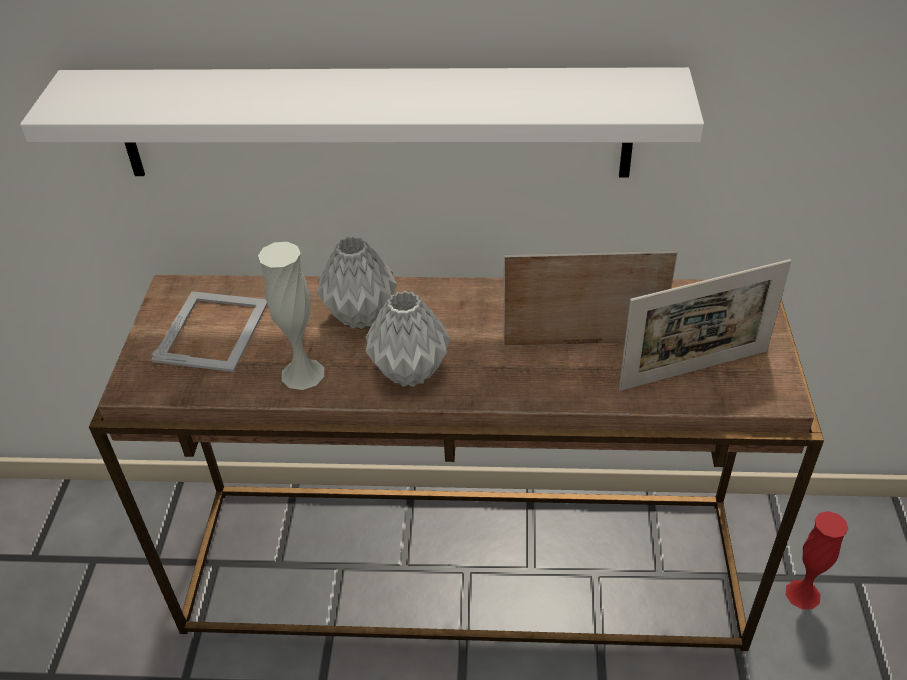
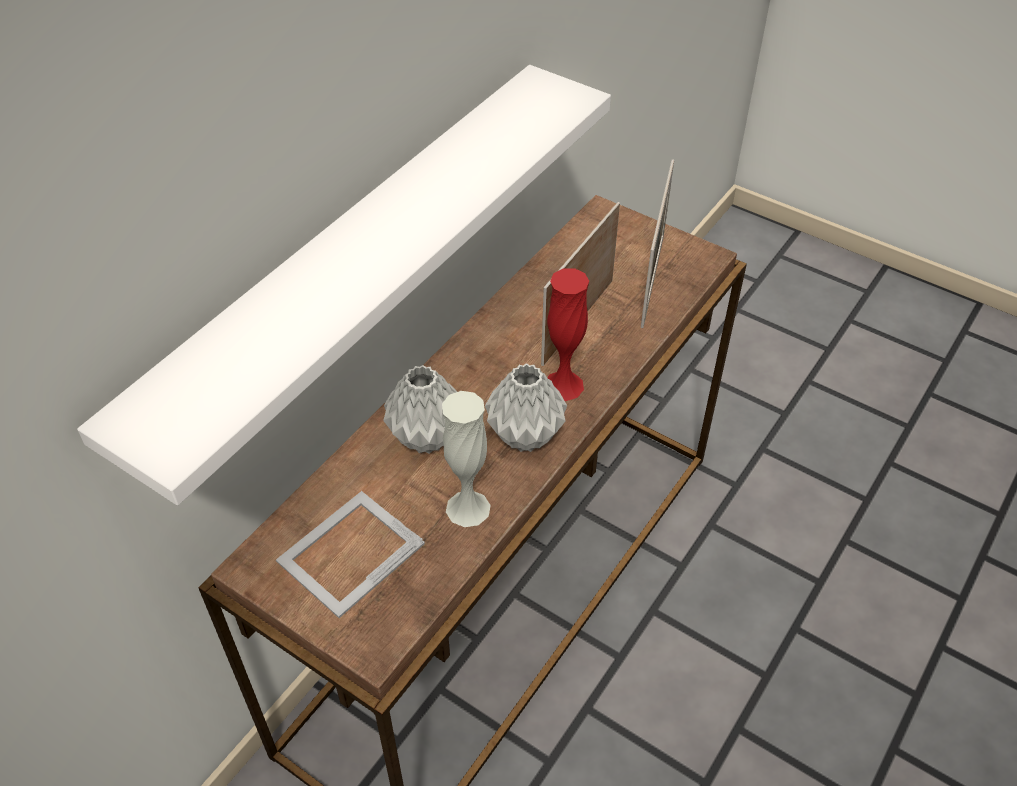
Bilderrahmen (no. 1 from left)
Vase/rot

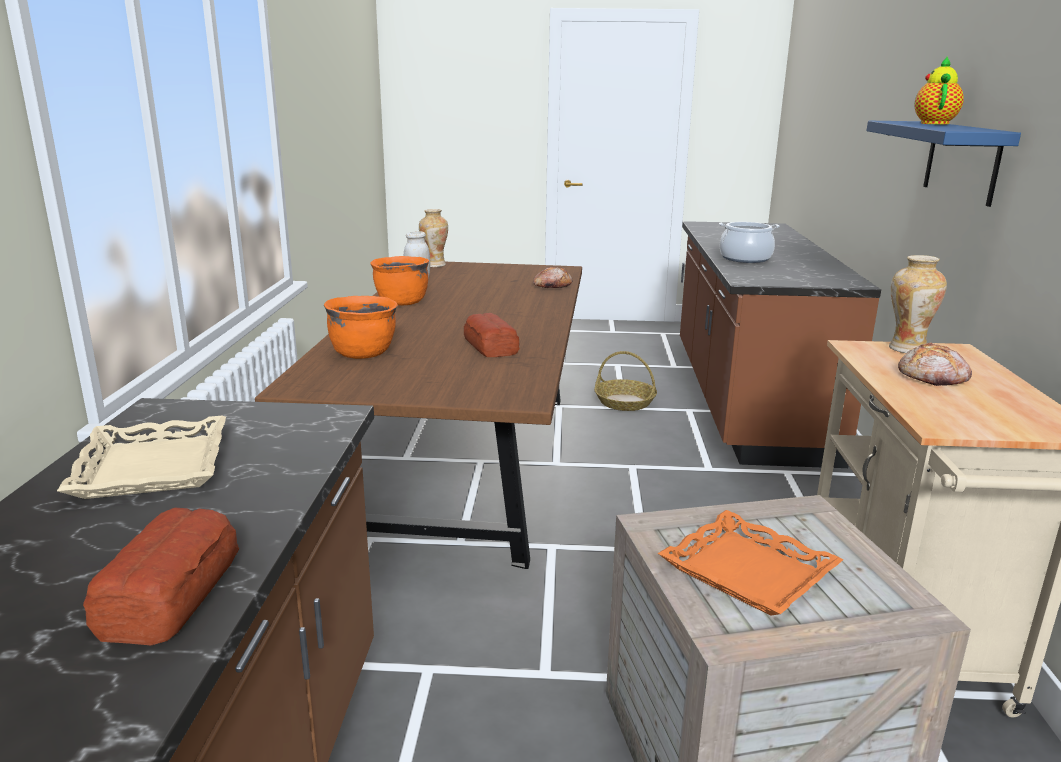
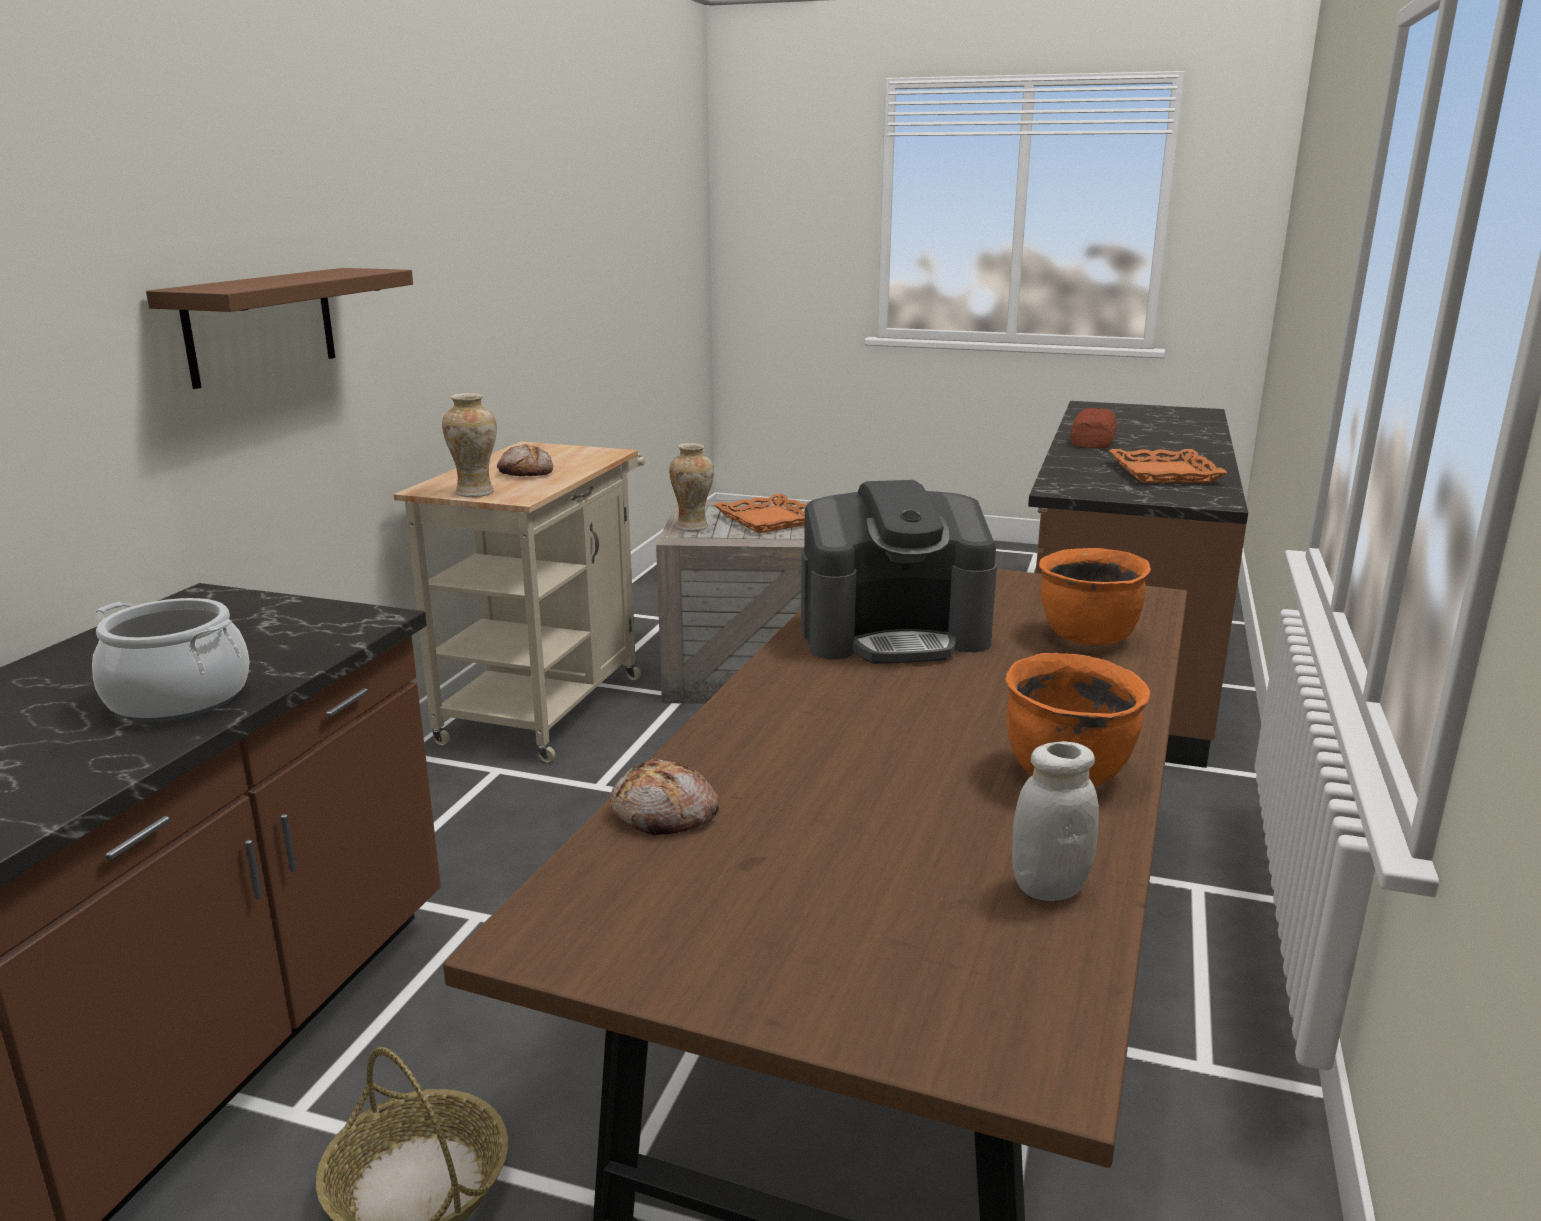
Teekanne
Wandregal/braun
Vase (no. 2 from left)
Kaffeemaschine
Tablett/orange (no. 2 from left)

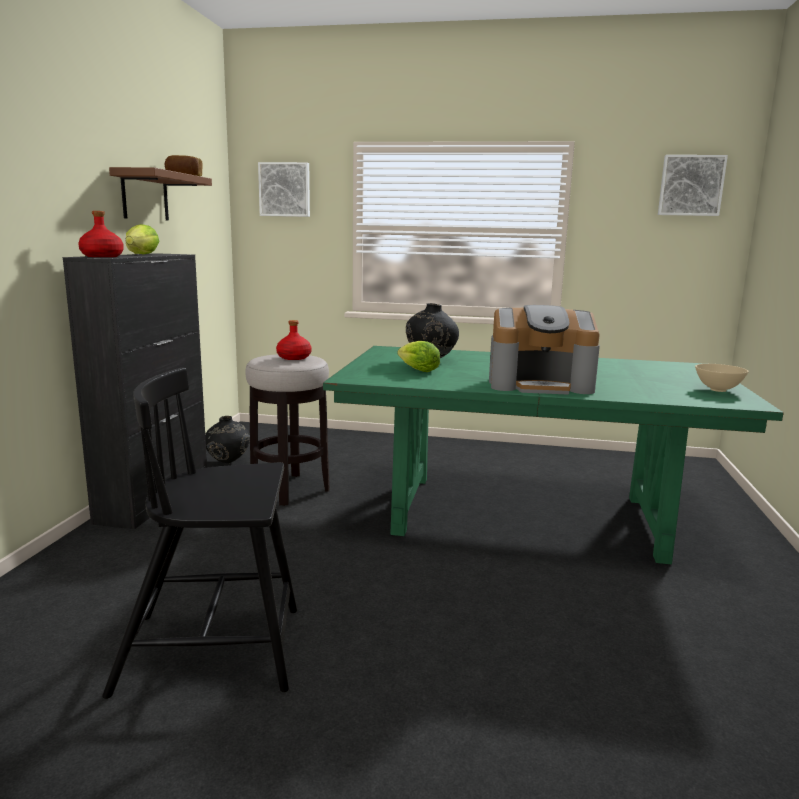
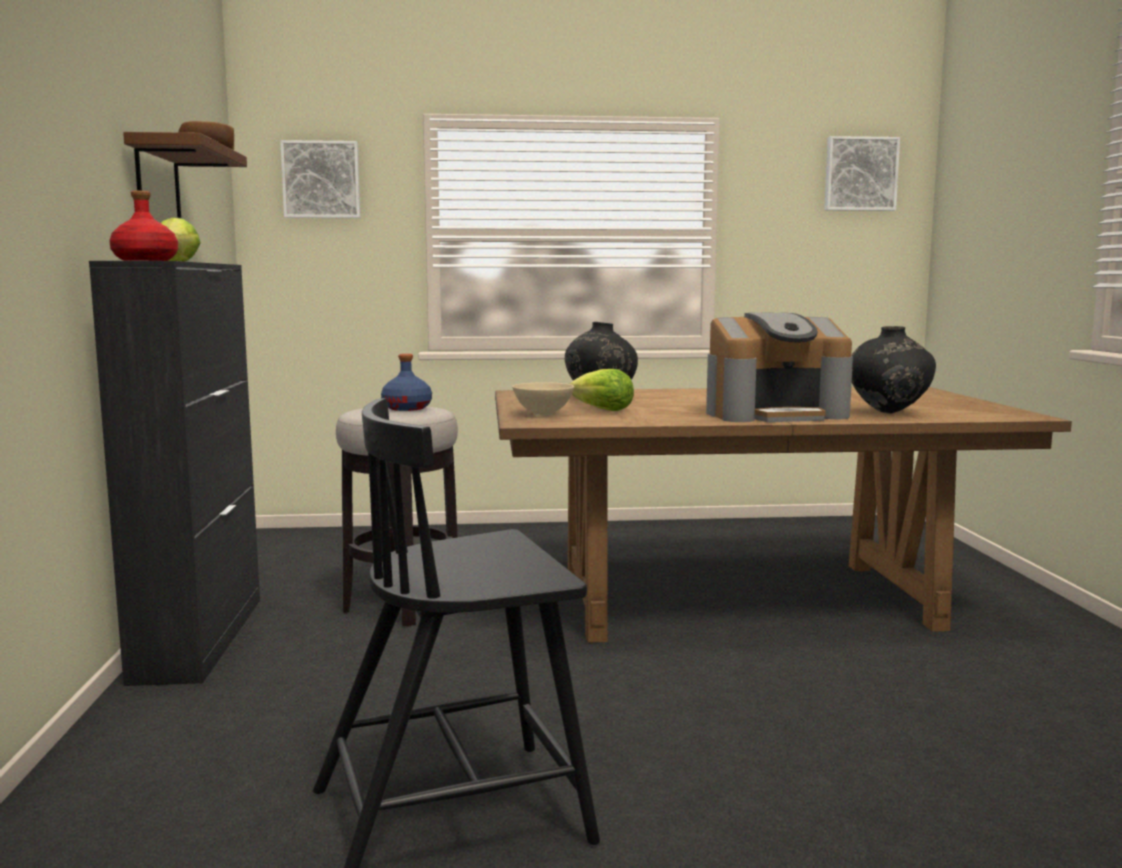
Flasche/blau
Esstisch/braun
Schüssel/beige
Vase/schwarz (no. 2 from left)

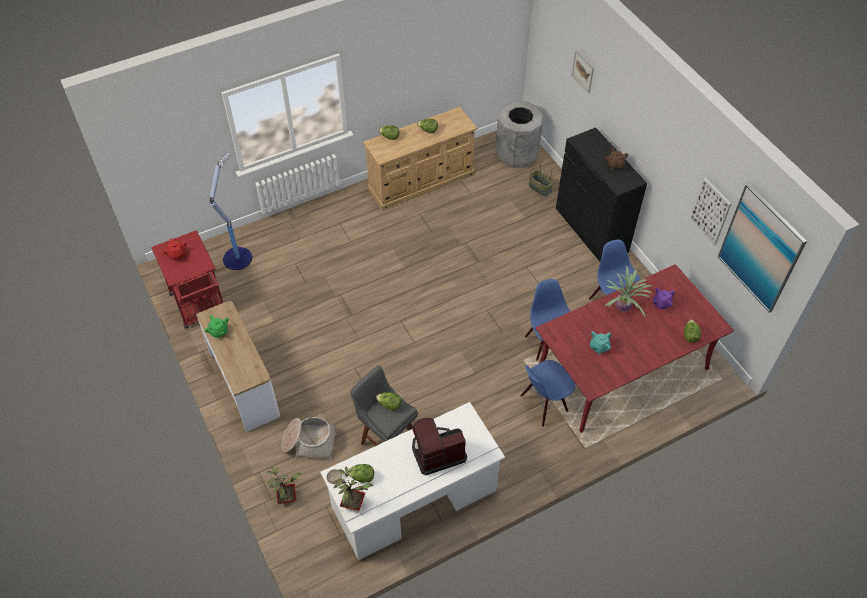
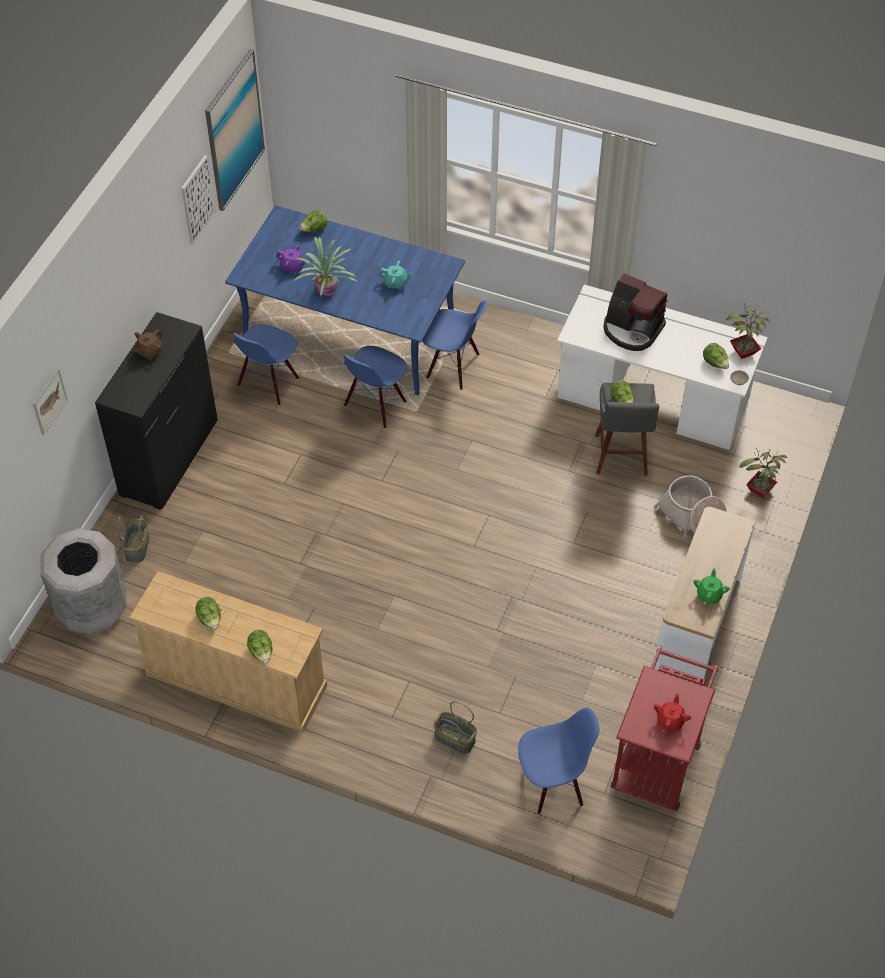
Stuhl/blau (no. 4 from left)
Esstisch/blau
Korb (no. 2 from left)

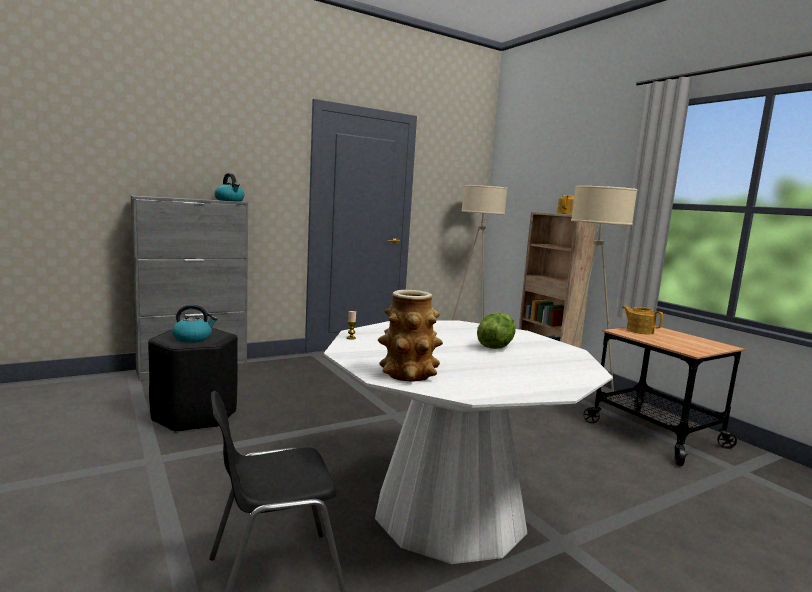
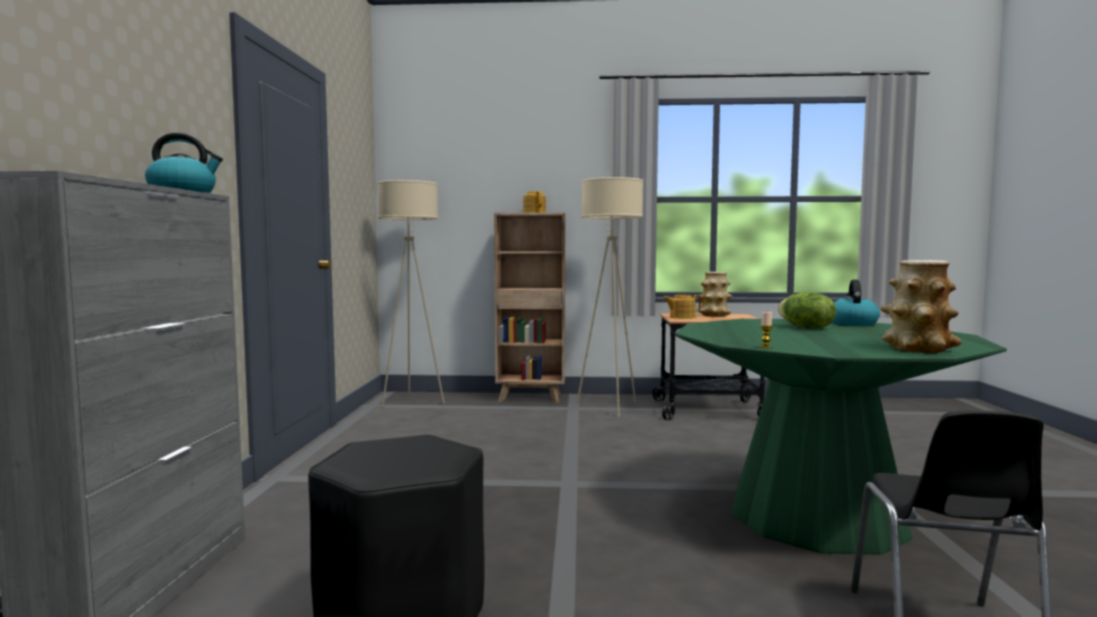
Wasserkessel (no. 2 from left)
Esstisch/grün
Vase (no. 1 from left)

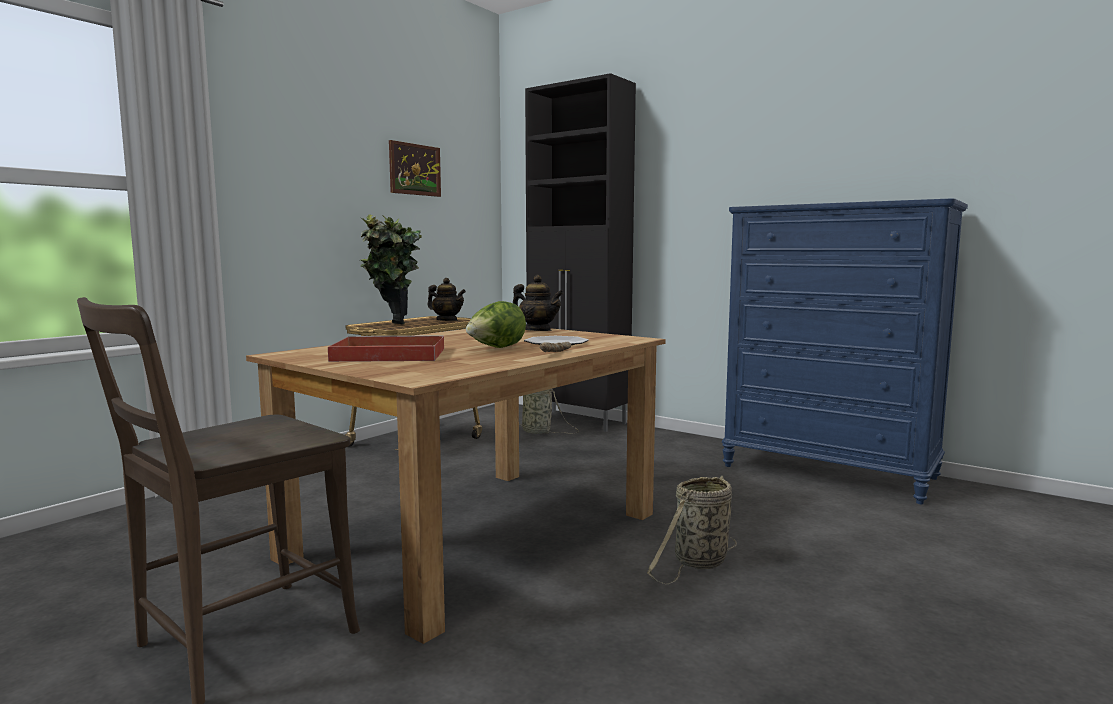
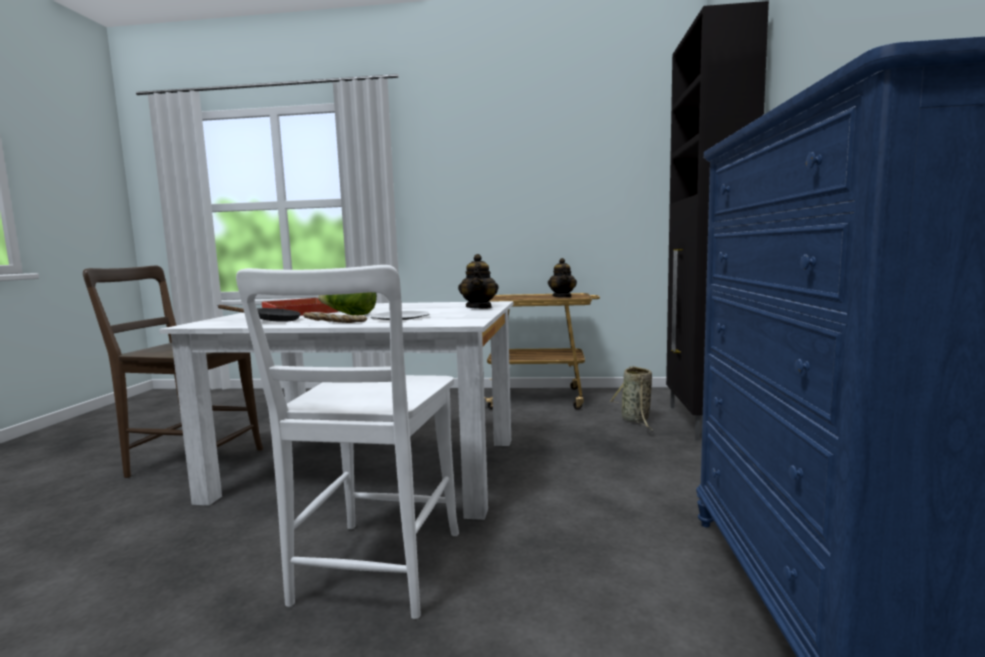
Bild
Topfpflanze
Esstisch/weiß
Stuhl/weiß
Pfanne/schwarz

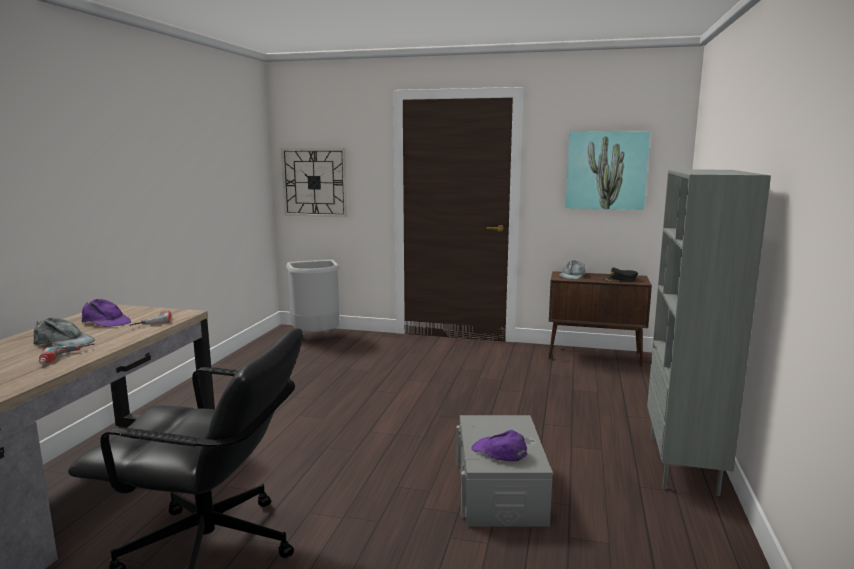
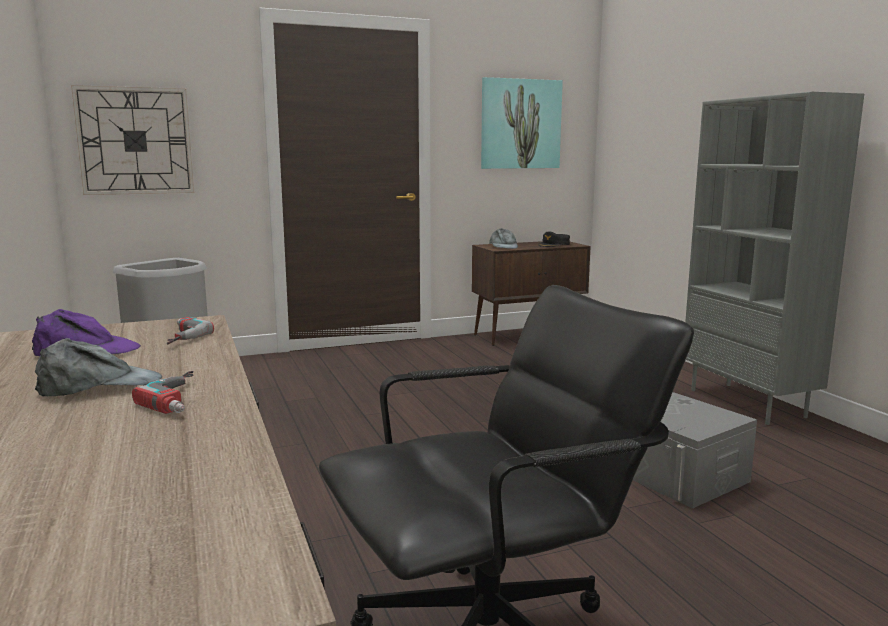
Kappe/lila (no. 2 from left in the first image)

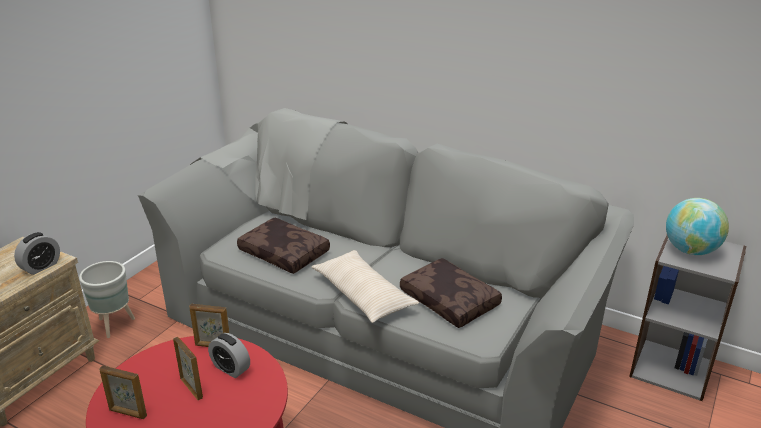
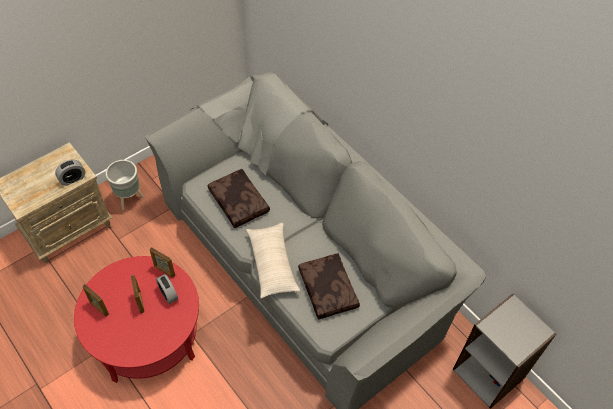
Globus

